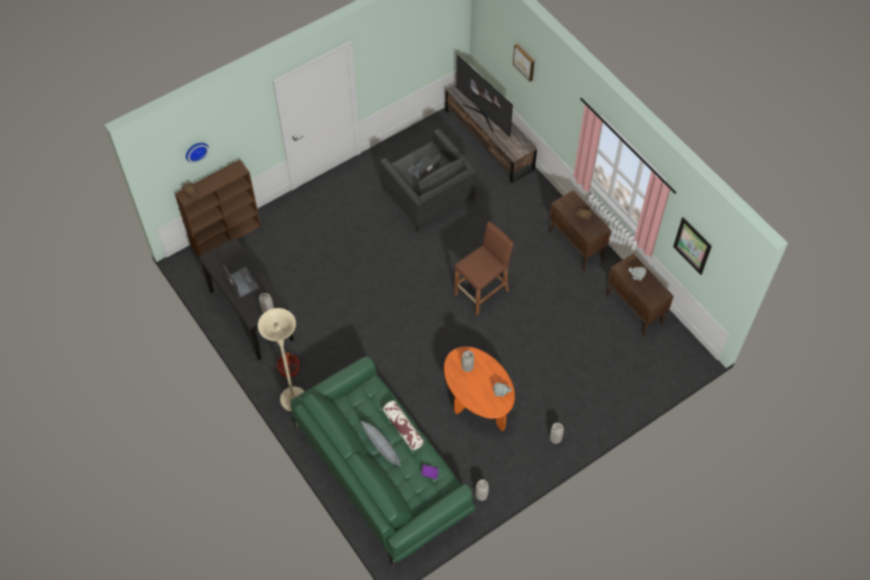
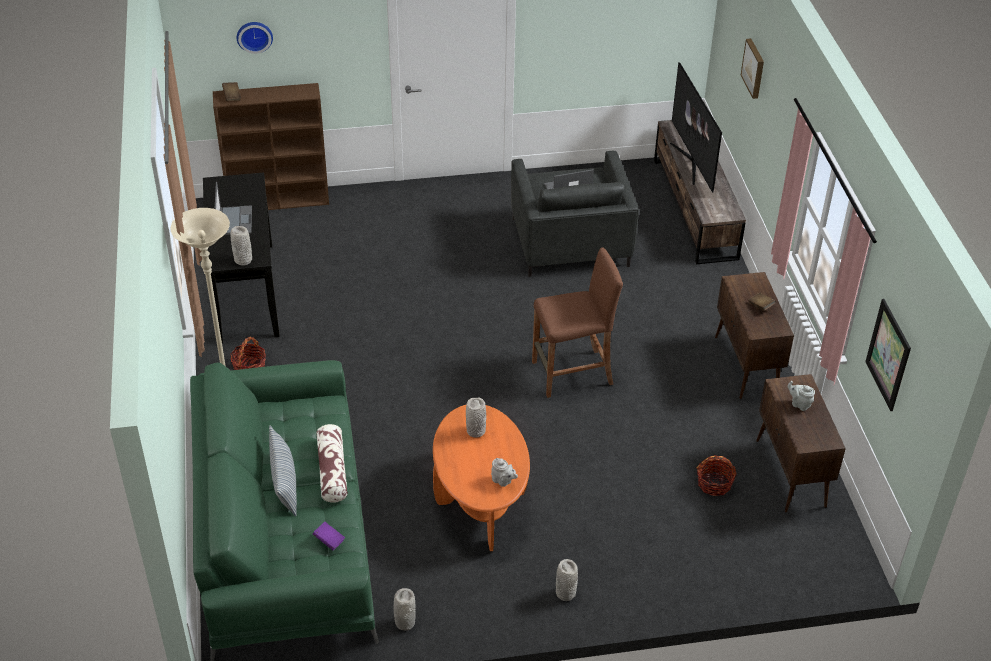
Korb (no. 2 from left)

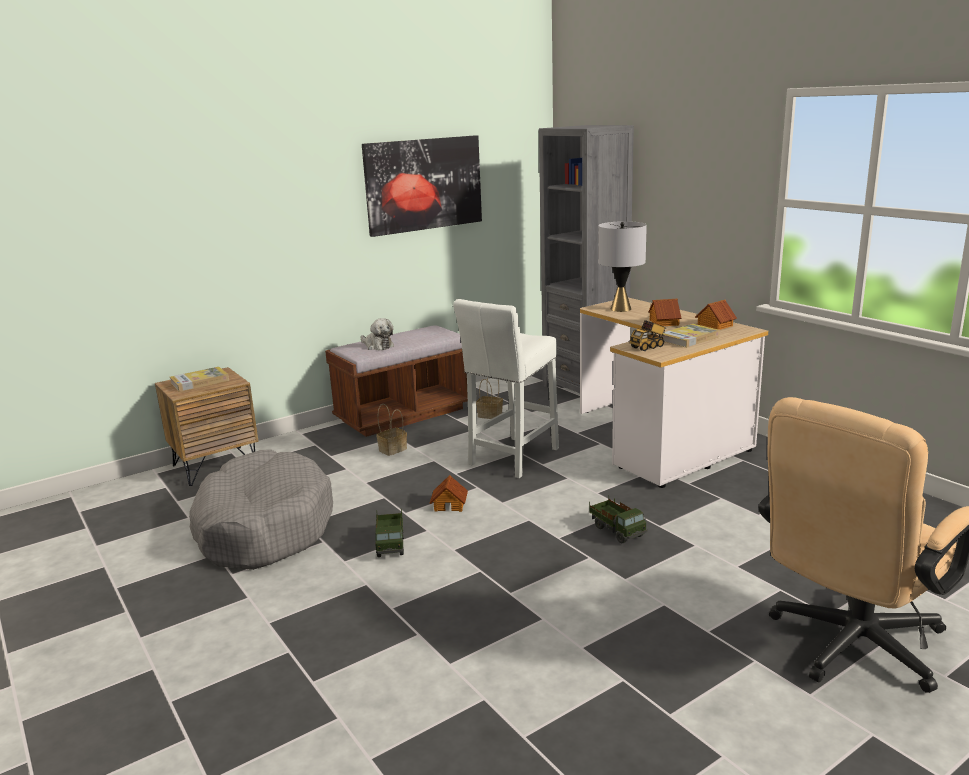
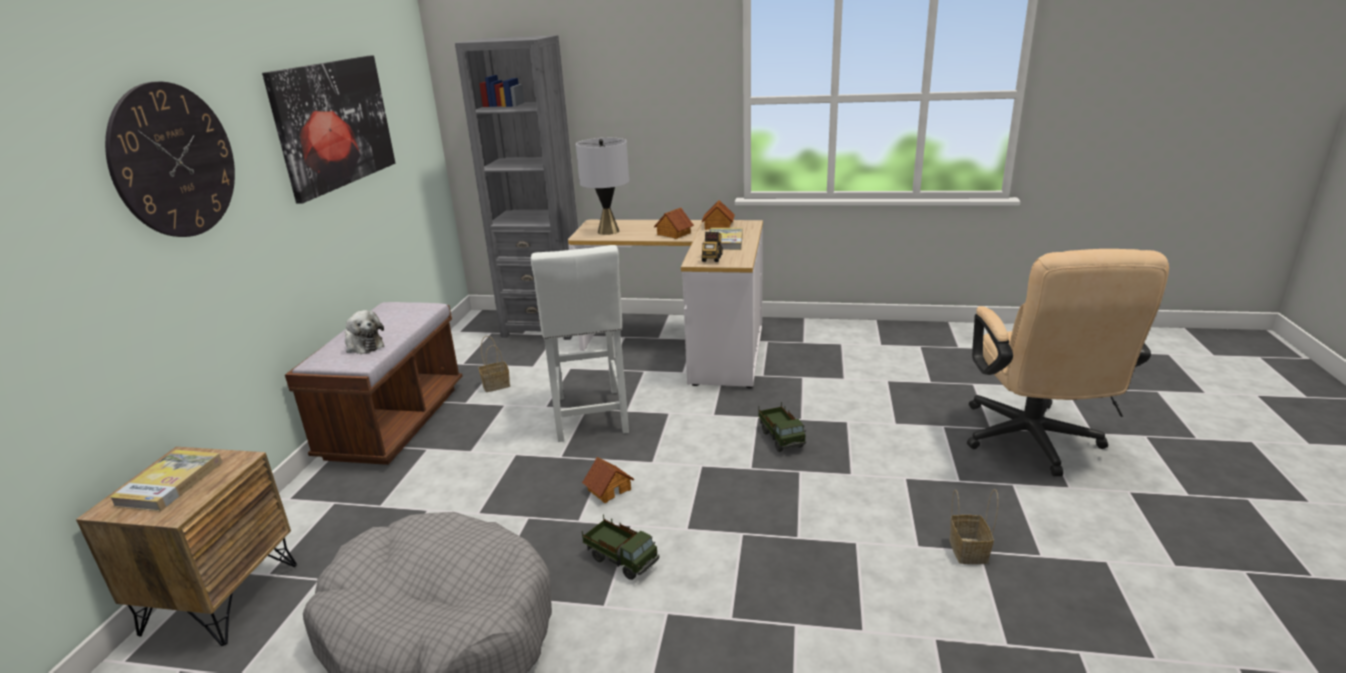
Plüschtier
Korb (no. 2 from left)
Spielzeuglaster (no. 3 from left)
Wanduhr

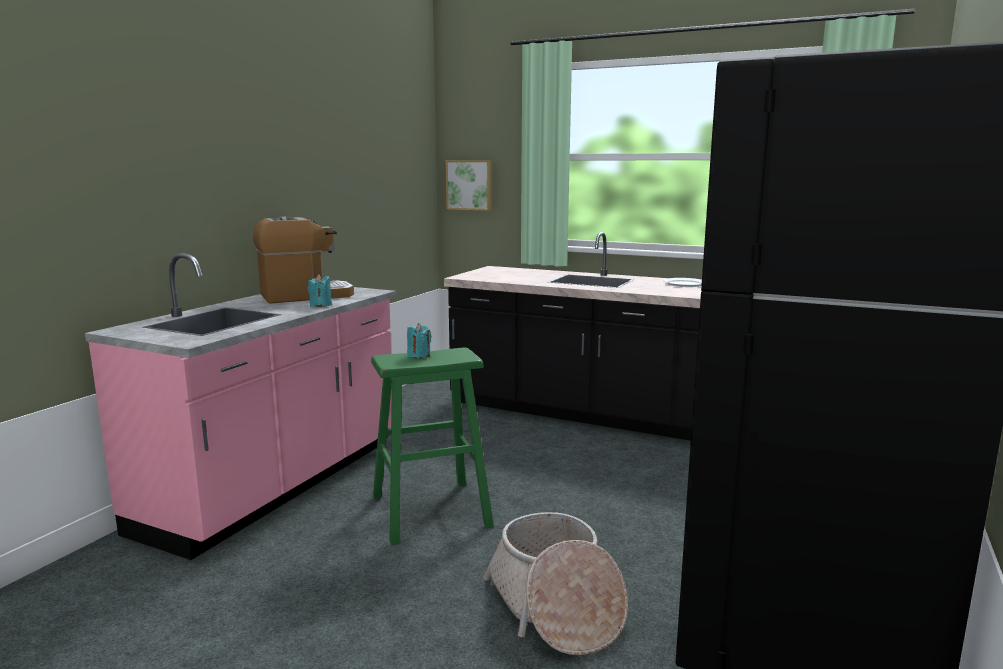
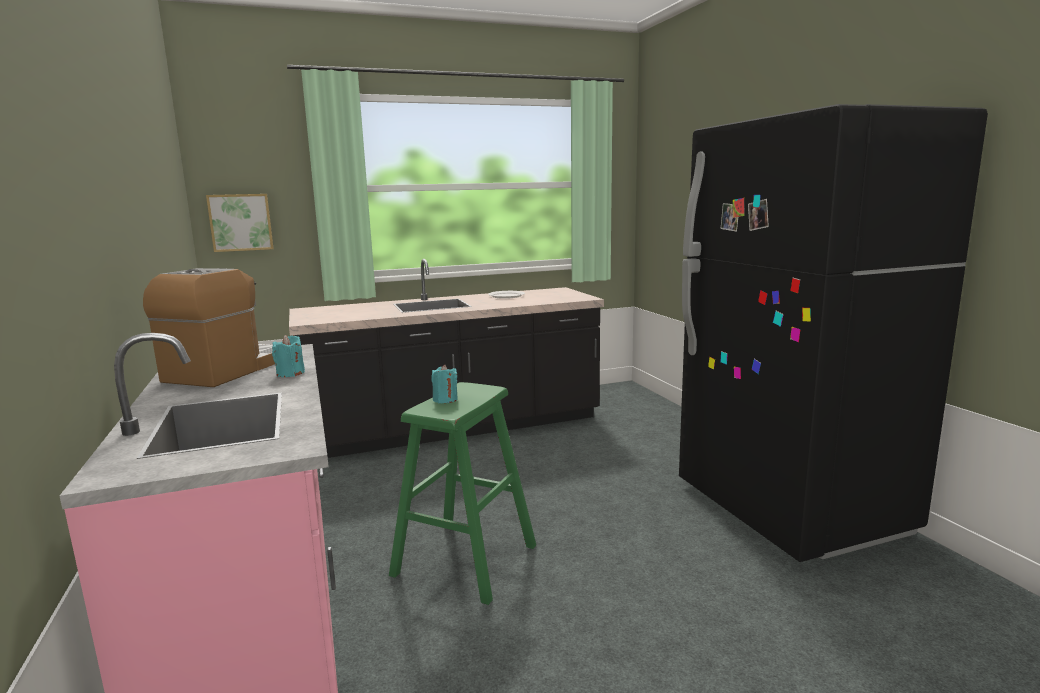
Korb

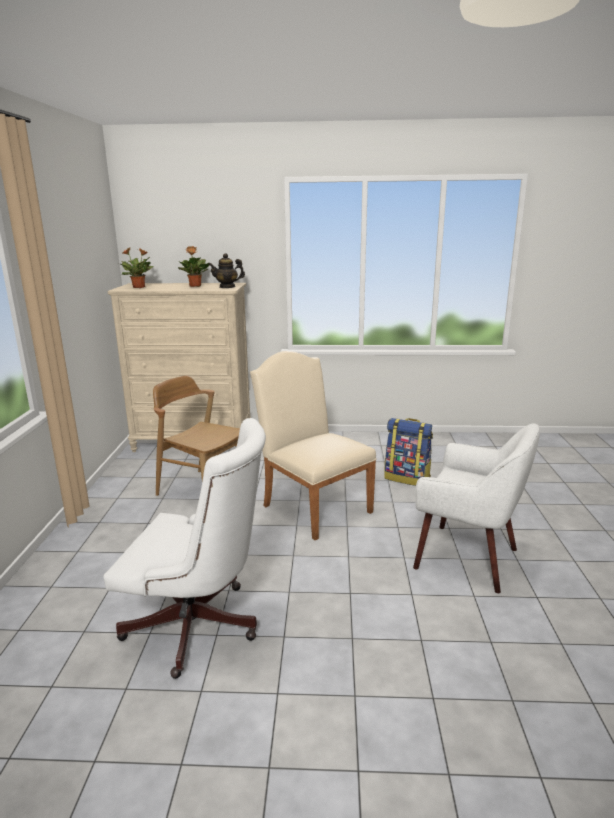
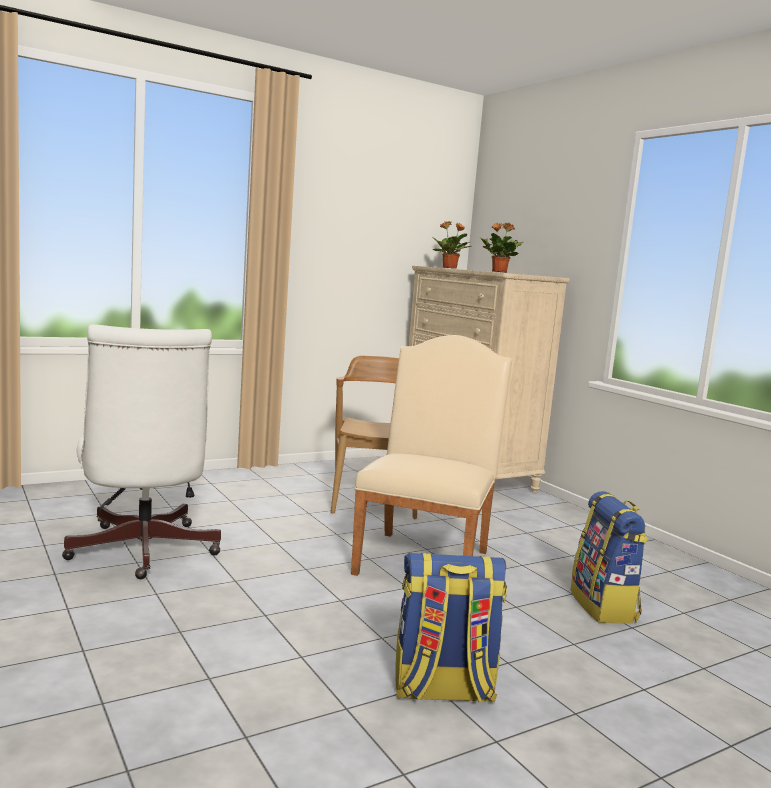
Teekanne
Rucksack (no. 1 from left)

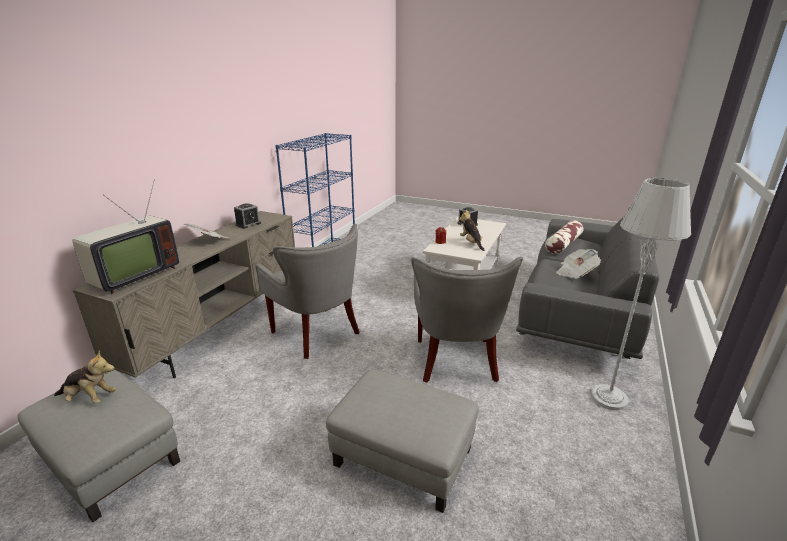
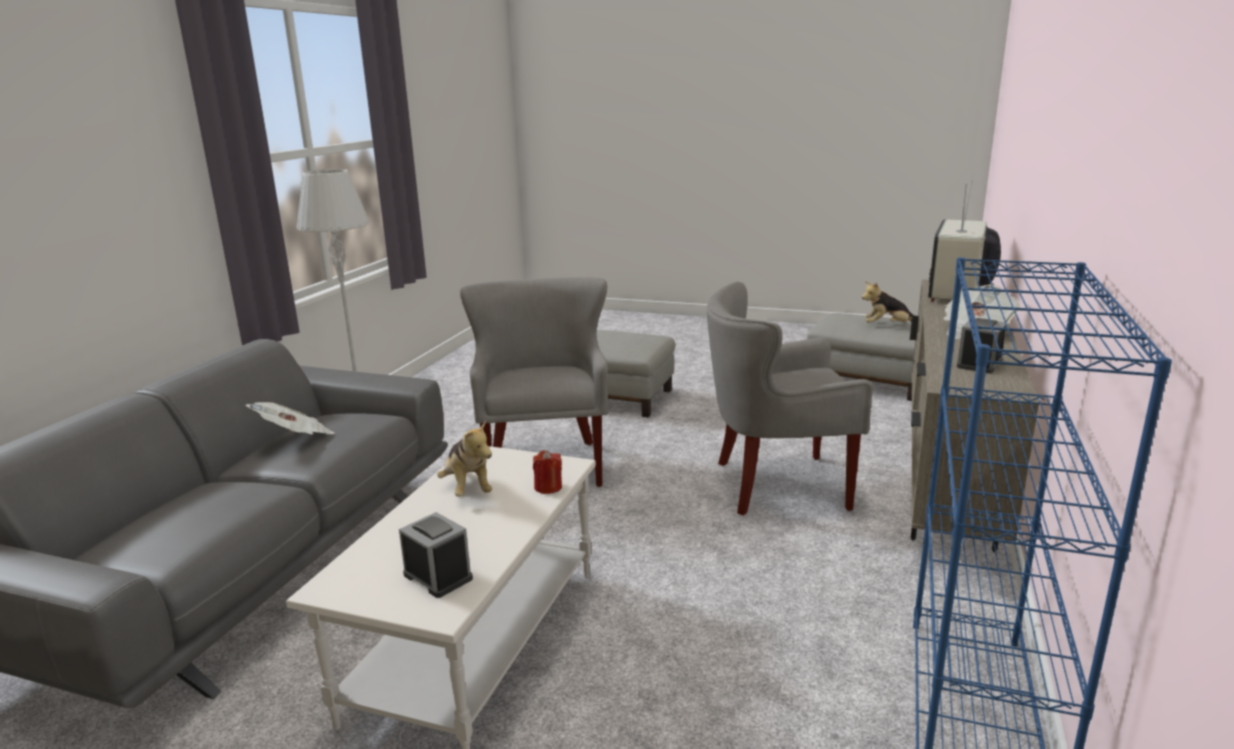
Kissen
Sessel/grau (no. 2 from left)

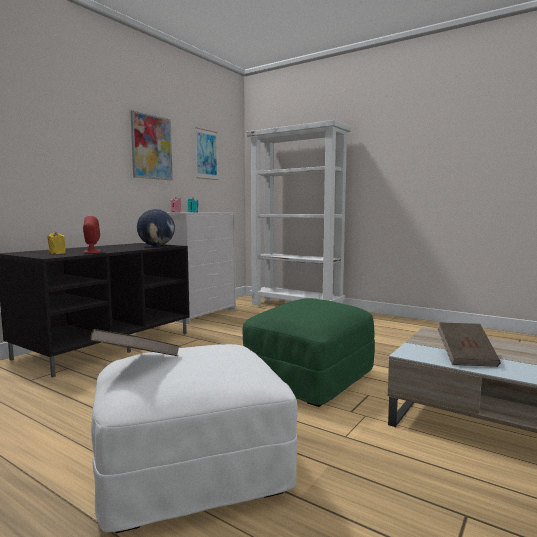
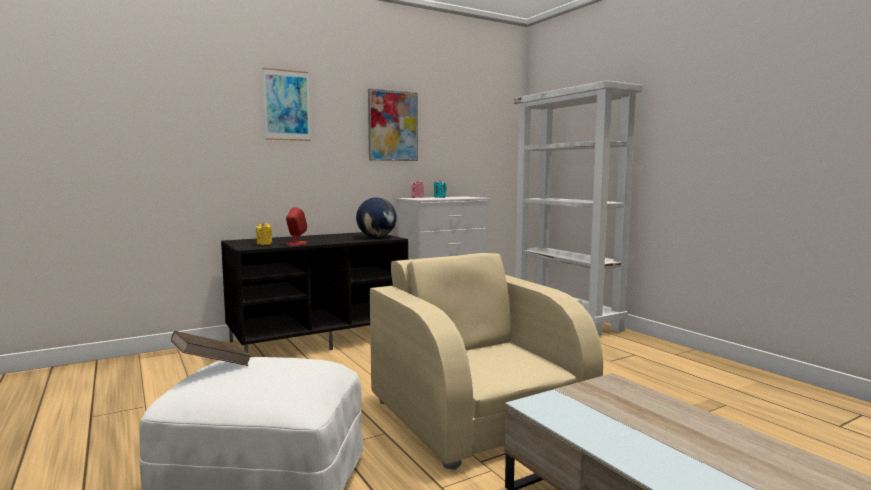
Bild (no. 1 from left)
Sessel/beige
Buch/braun (no. 2 from left in the first image)

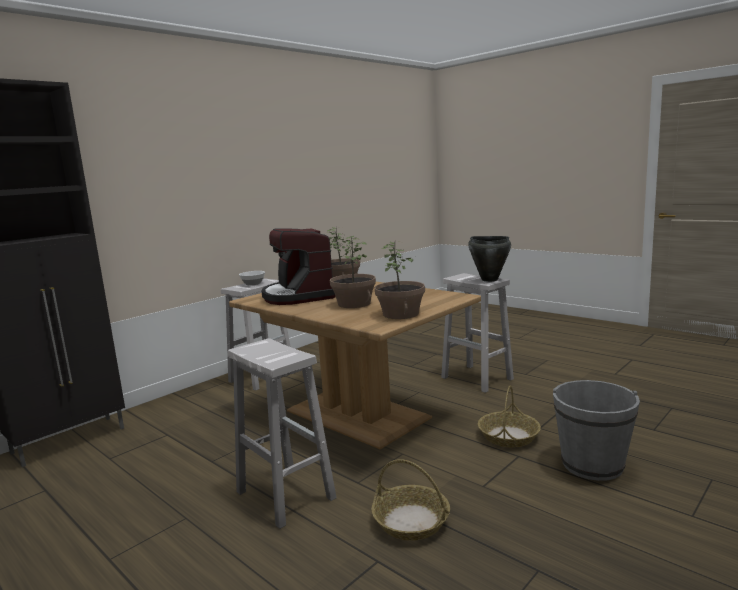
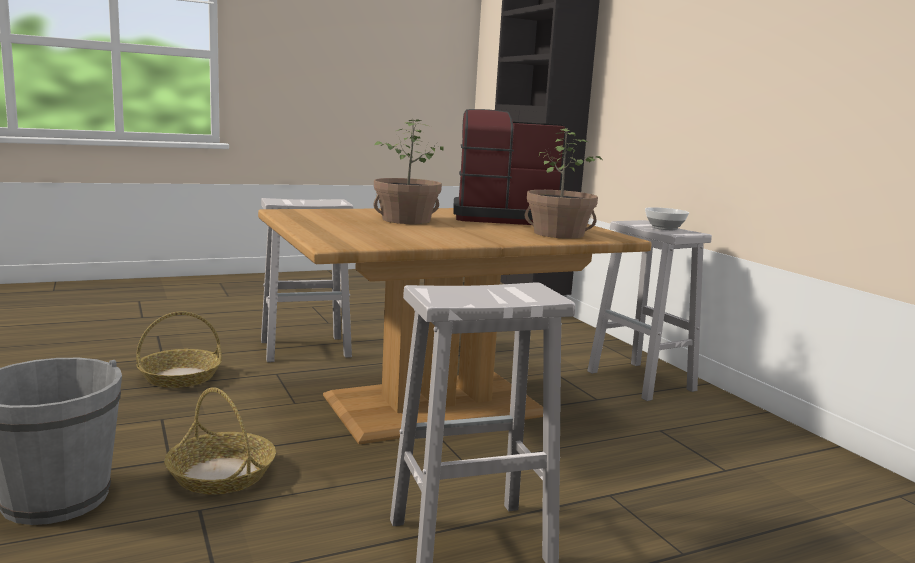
Kochtopf/schwarz
Topfpflanze (no. 3 from left in the first image)

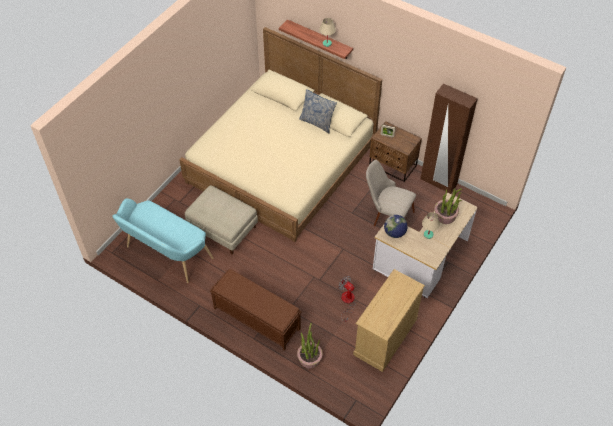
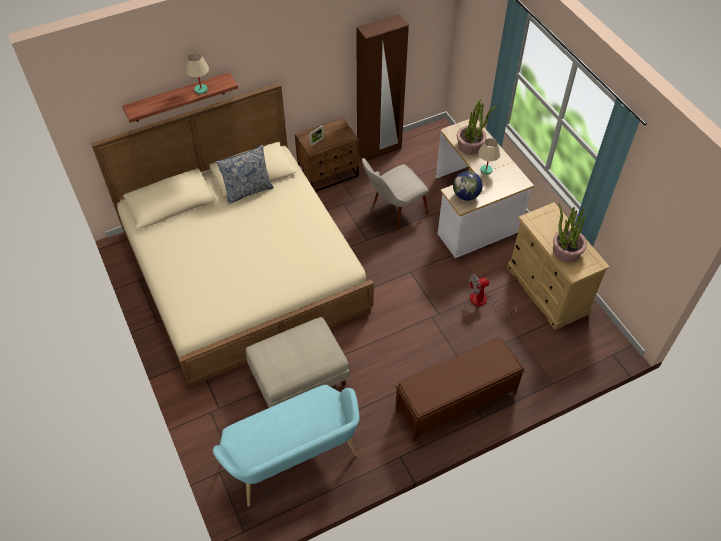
Topfpflanze (no. 2 from left)

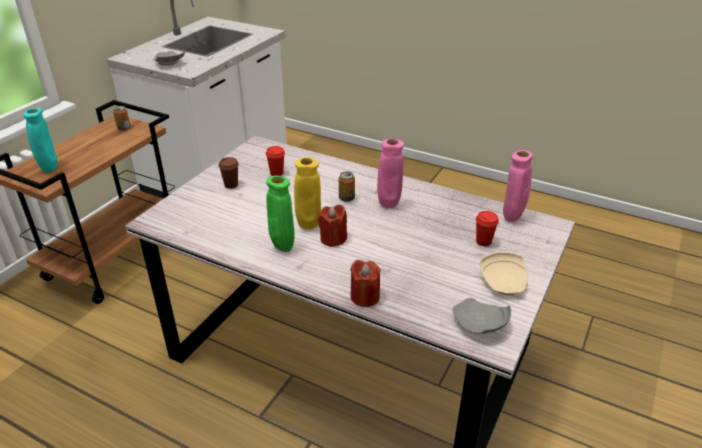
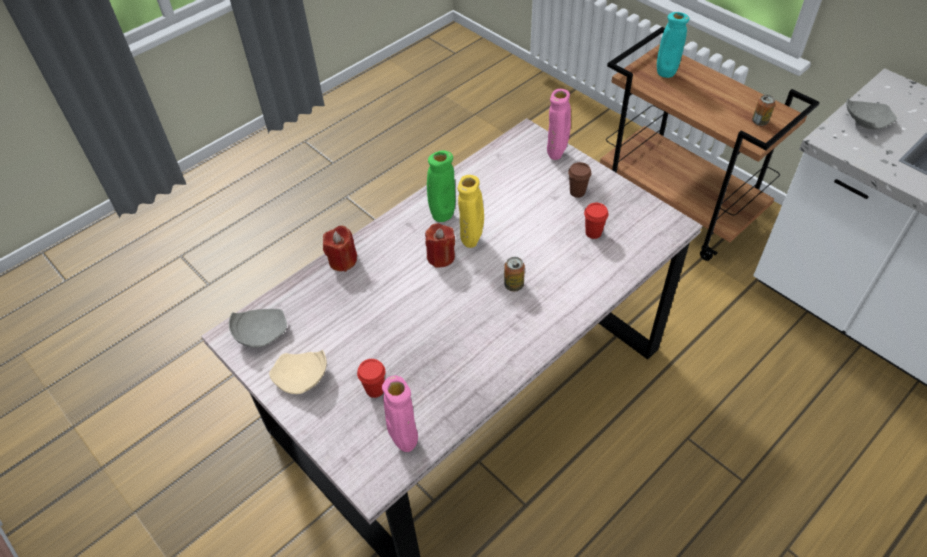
Vase/rosa (no. 2 from left)

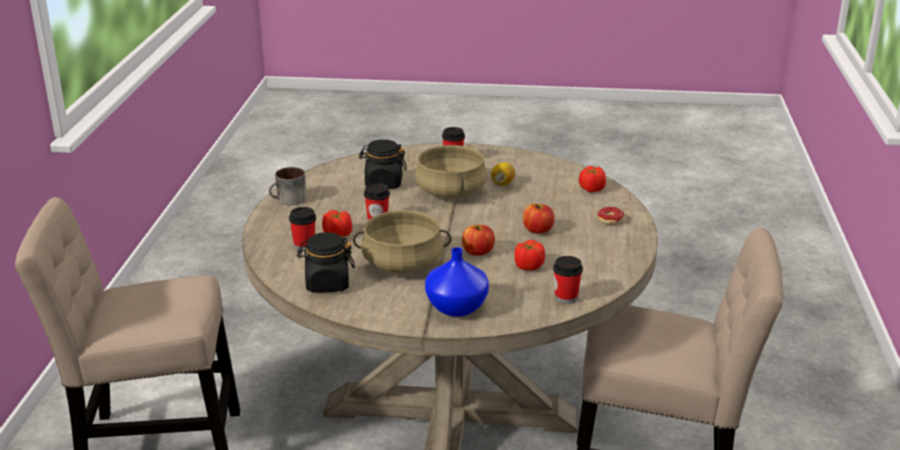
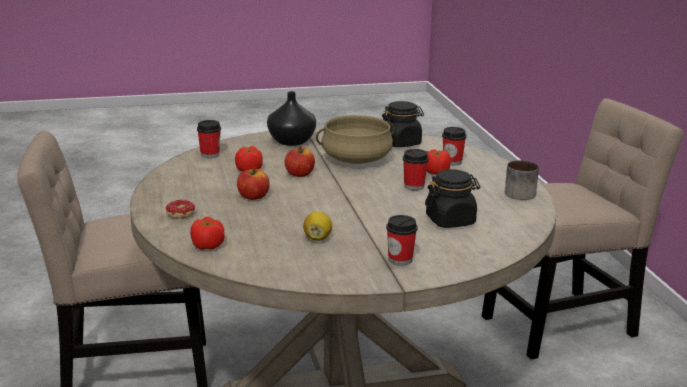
Kochtopf/beige (no. 2 from left in the first image)
Vase/schwarz

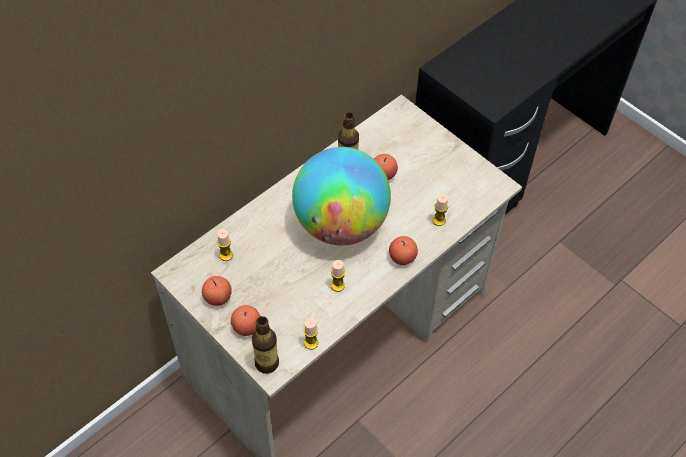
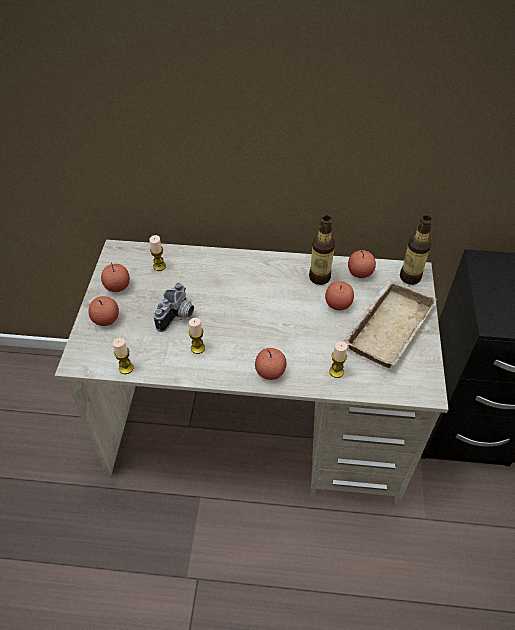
Globus
Flasche (no. 2 from left)
Apfel (no. 5 from left)
Tablett/beige
Kamera

